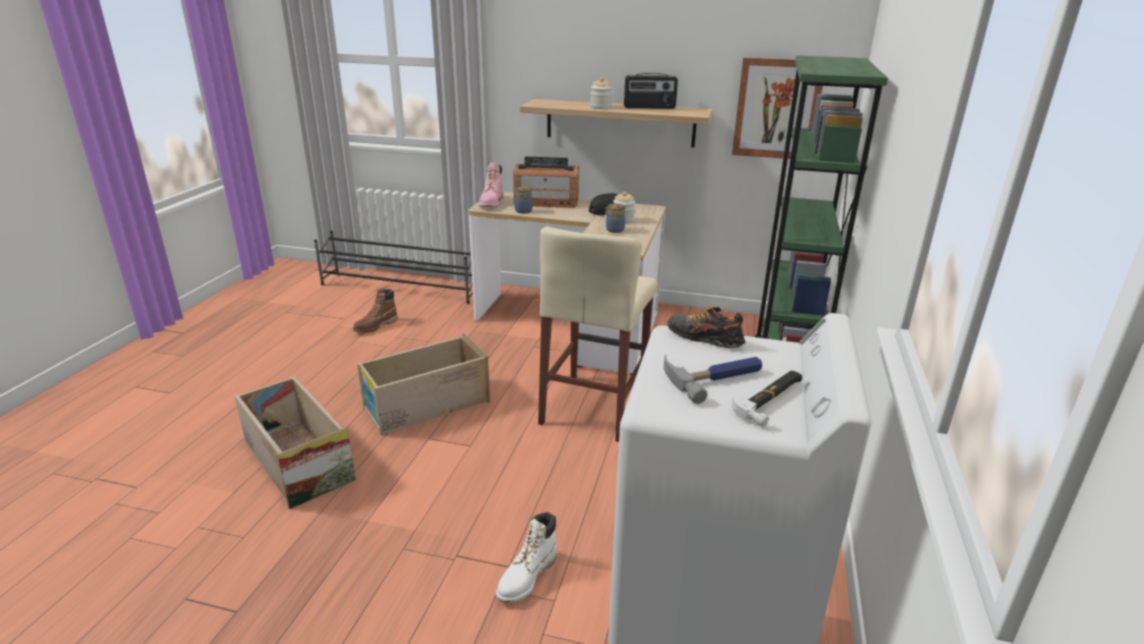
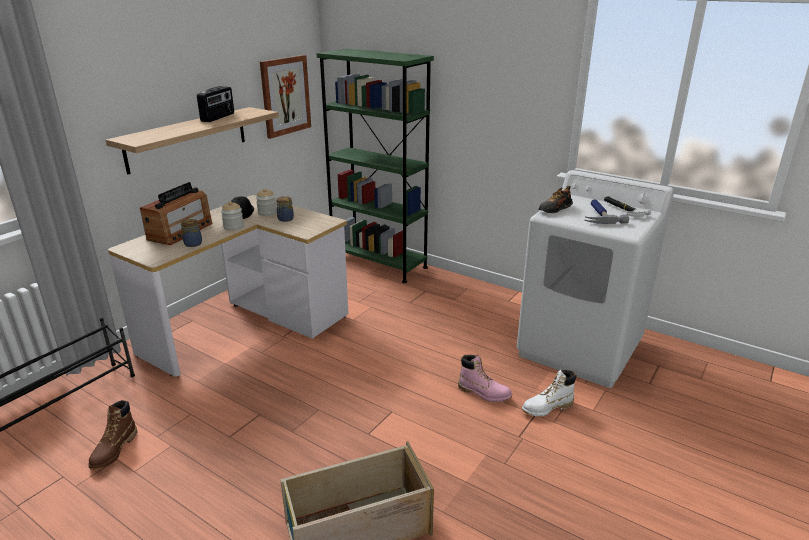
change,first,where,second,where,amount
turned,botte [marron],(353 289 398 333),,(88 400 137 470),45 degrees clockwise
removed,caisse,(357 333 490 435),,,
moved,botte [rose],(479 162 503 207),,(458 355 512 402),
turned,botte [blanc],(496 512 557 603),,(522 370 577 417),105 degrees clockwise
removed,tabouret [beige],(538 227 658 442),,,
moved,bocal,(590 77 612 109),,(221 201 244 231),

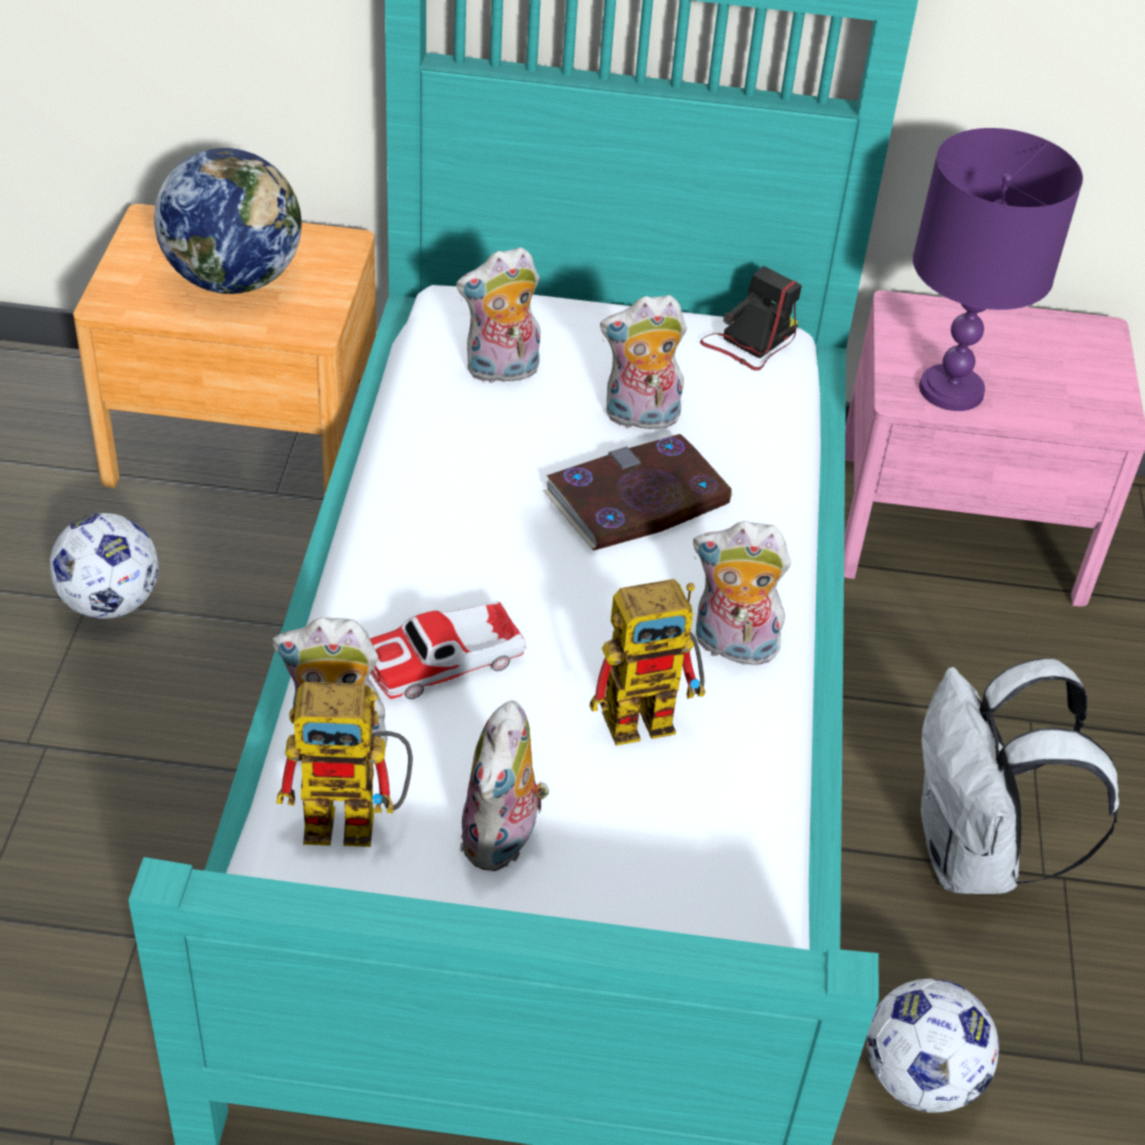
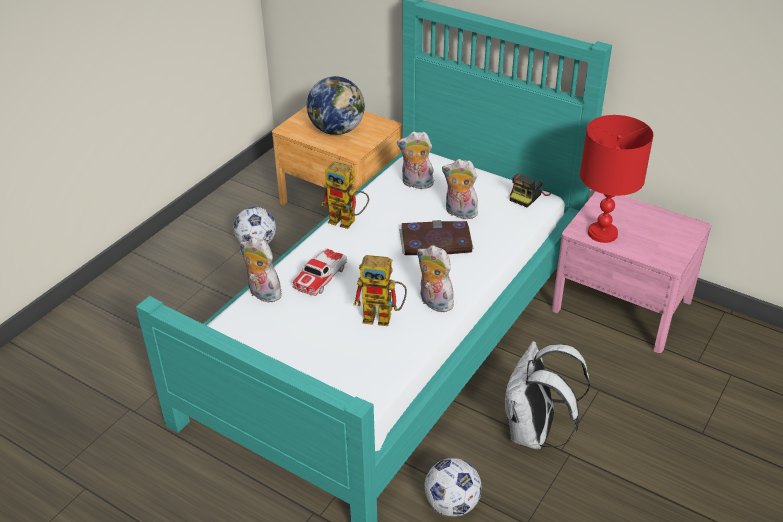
change,first,where,second,where,amount
moved,robot jouet,(276 682 413 847),,(321 161 369 229),
turned,petite voiture,(370 600 526 699),,(293 249 347 296),60 degrees counterclockwise
removed,peluche,(460 700 549 871),,,
turned,appareil photo,(700 266 802 371),,(510 174 551 207),150 degrees clockwise
recoloured,lampe de table [violet],(913 128 1083 411),lampe de table [rouge],(580 115 653 243),

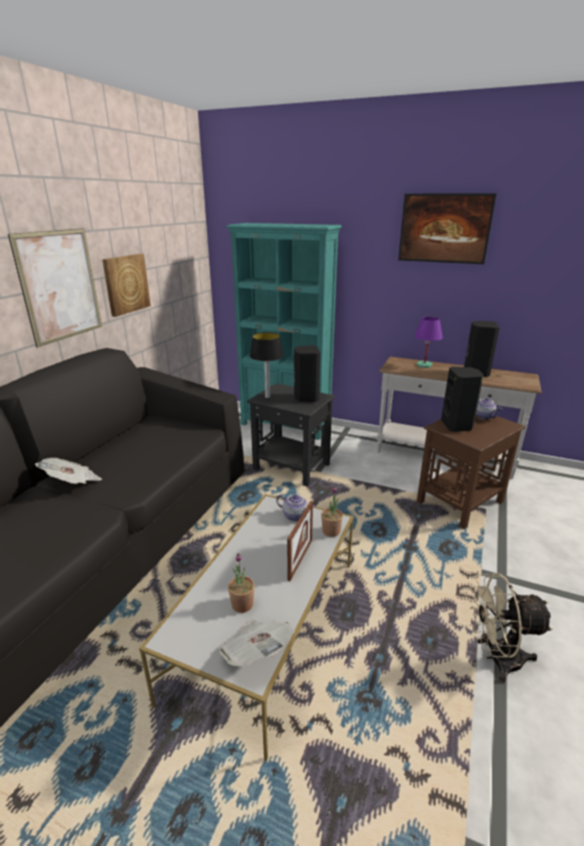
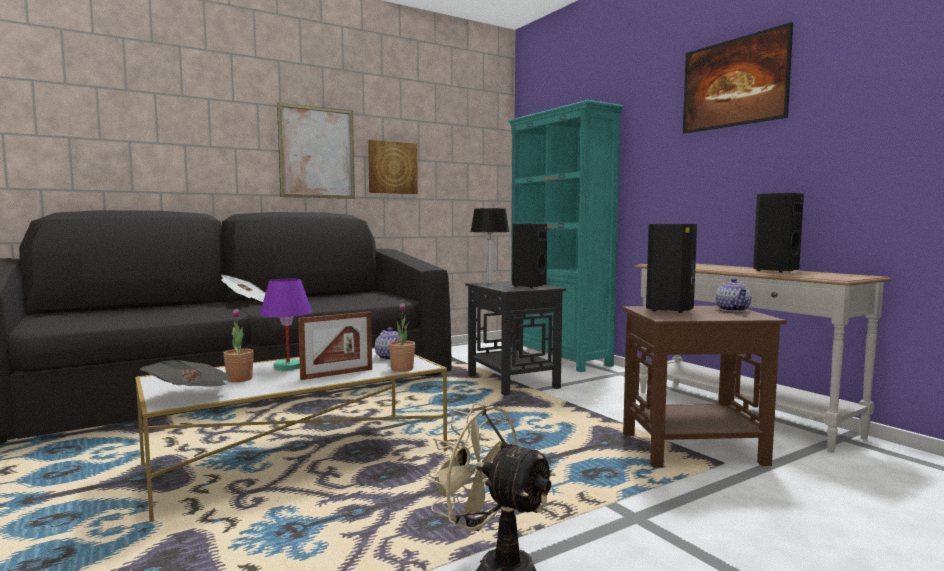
change,first,where,second,where,amount
moved,lampe de table [violet],(414 317 443 368),,(260 279 312 371),

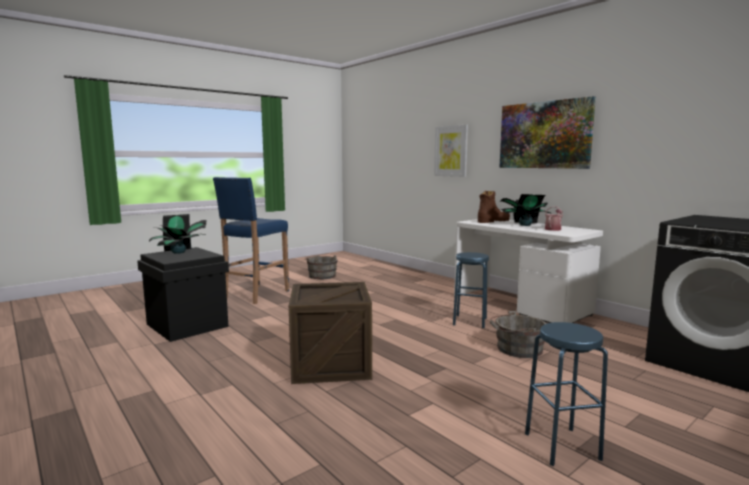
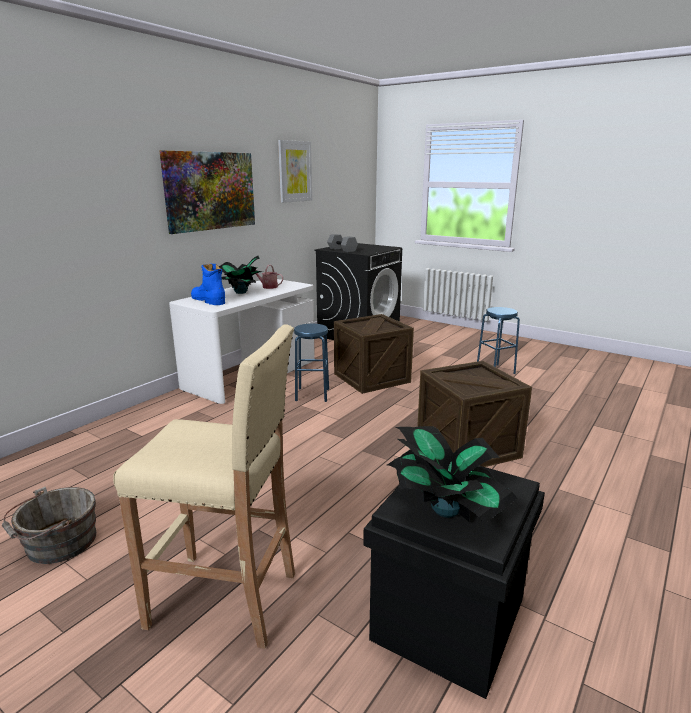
change,first,where,second,where,amount
recoloured,tabouret [bleu],(213 177 289 304),tabouret [beige],(113 324 295 649),
moved,tableau,(434 125 468 177),,(278 140 312 203),
recoloured,botte [marron],(478 191 510 223),botte [bleu],(191 264 225 305),
replaced,seau [gris],(490 311 547 358),caisse,(334 314 414 394),
added,,,haltère [gris],(327 234 358 253),

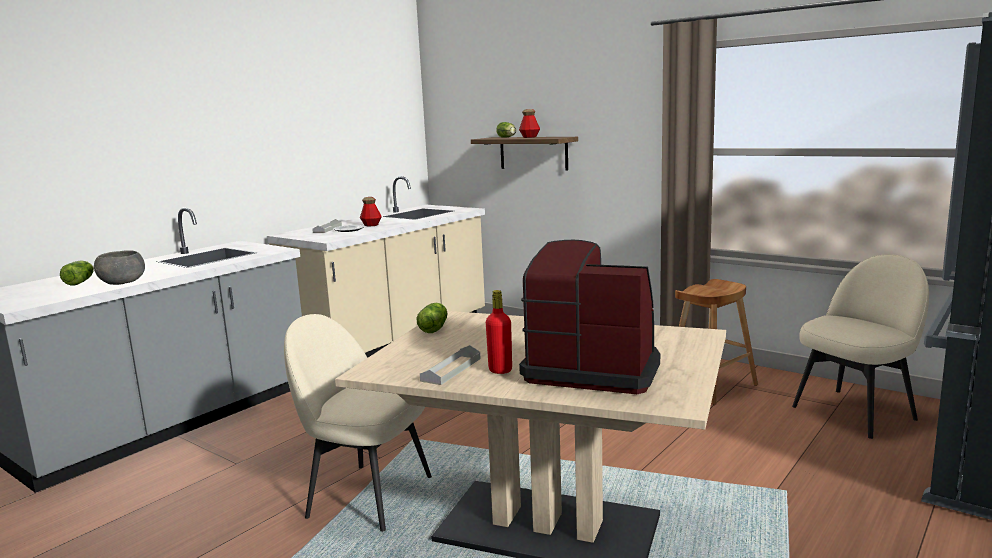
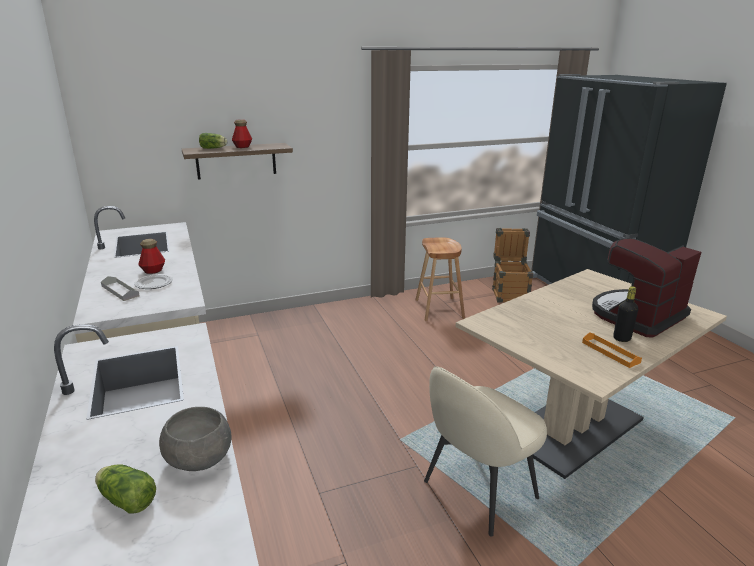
change,first,where,second,where,amount
removed,laitue,(416 303 447 333),,,
recoloured,plateau [gris],(420 345 481 385),plateau [orange],(582 332 642 368),
recoloured,bouteille [rouge],(486 290 512 374),bouteille [noir],(613 286 638 342),
replaced,chaise [beige],(792 254 929 439),caisse,(492 228 533 303),

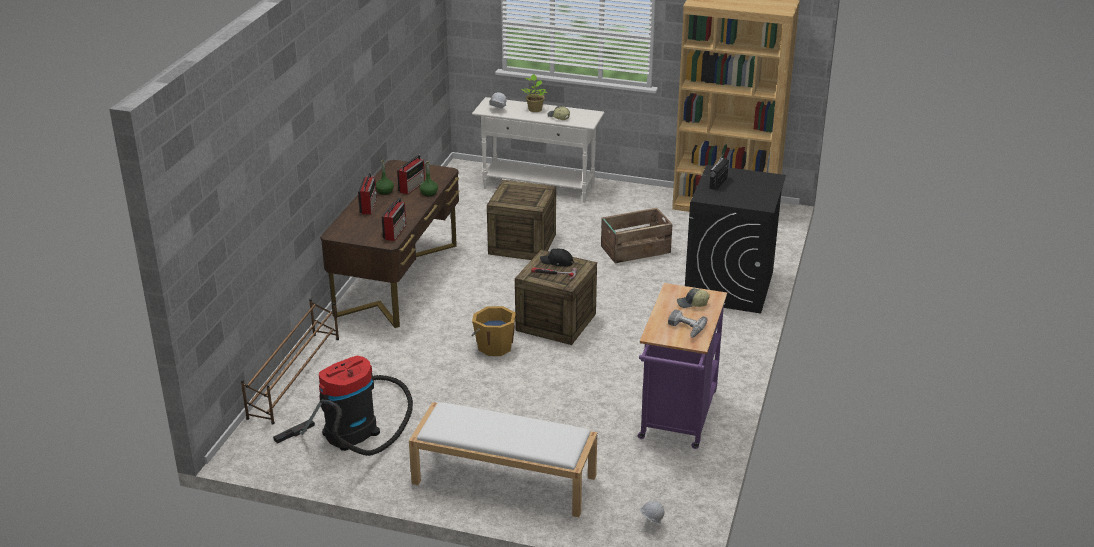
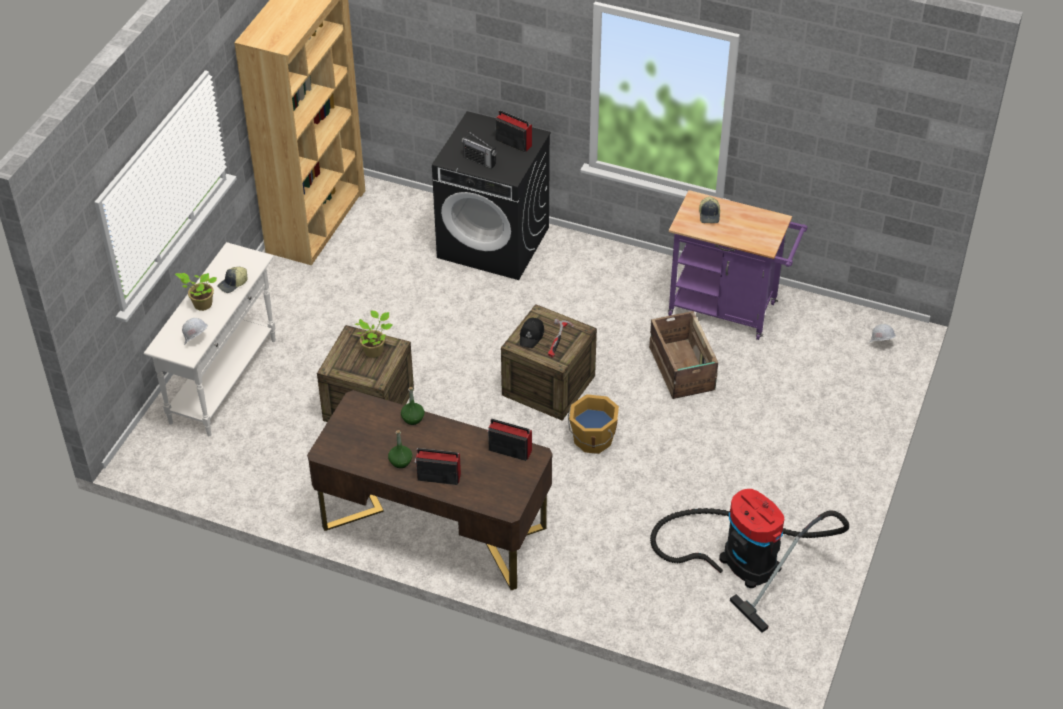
change,first,where,second,where,amount
removed,étagère à chaussures [marron],(241 299 339 425),,,
moved,radio,(397 155 425 195),,(495 110 532 152),
removed,banc [blanc],(409 402 598 517),,,
moved,caisse,(601 208 672 264),,(649 311 718 399),
removed,perceuse,(668 309 707 338),,,
added,,,plante en pot,(355 311 392 358),

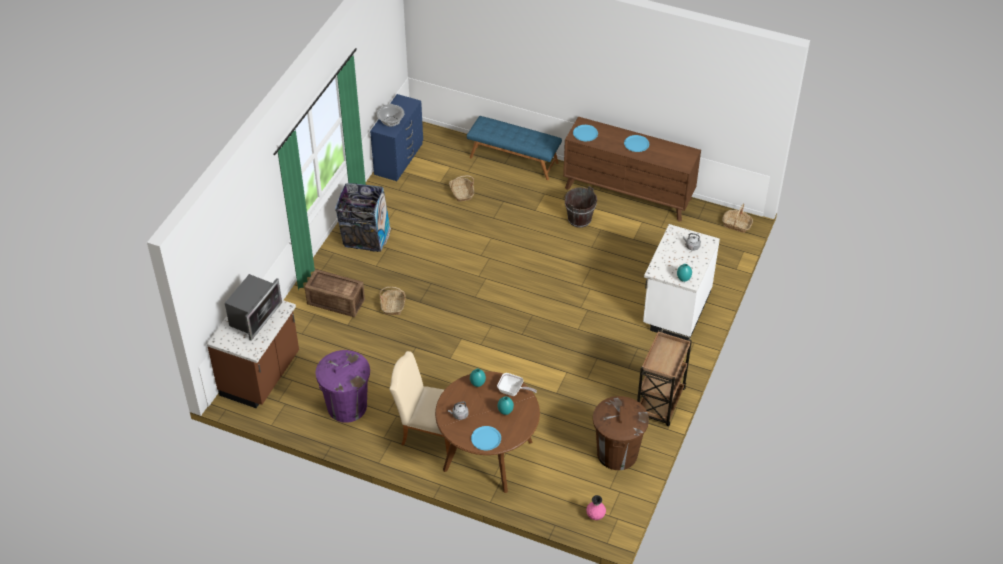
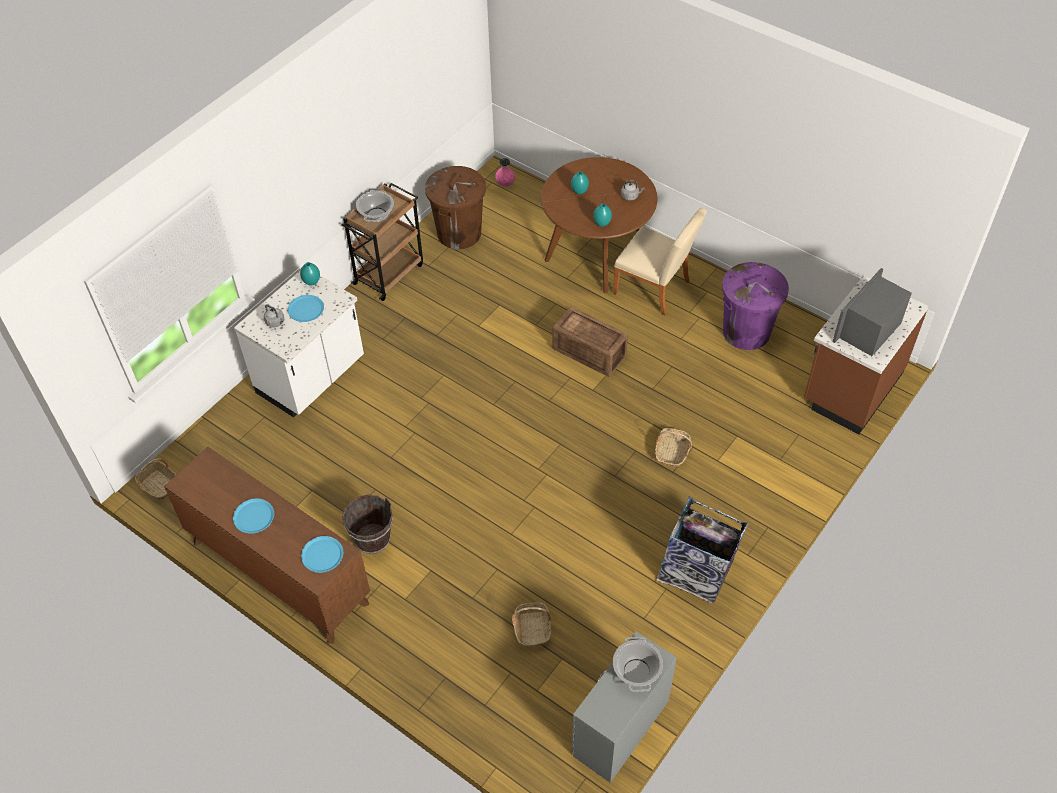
change,first,where,second,where,amount
moved,caisse,(305 269 365 317),,(552 307 628 377),
recoloured,commode [bleu],(370 94 423 181),commode [gris],(572 631 677 783),
removed,banc [bleu],(467 116 562 180),,,
moved,assiette [bleu],(471 426 501 450),,(288 295 324 322),
removed,poêle,(497 373 537 396),,,
added,,,marmite,(356 190 394 222),

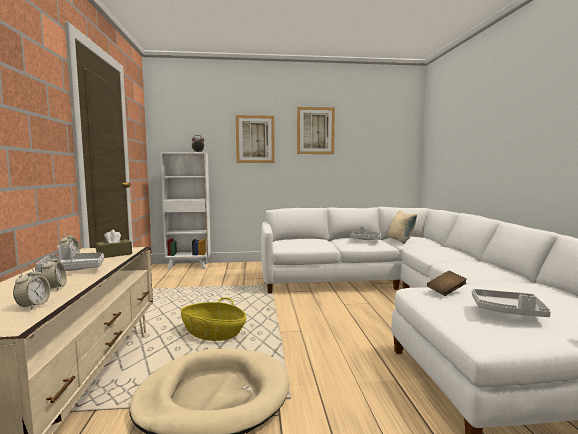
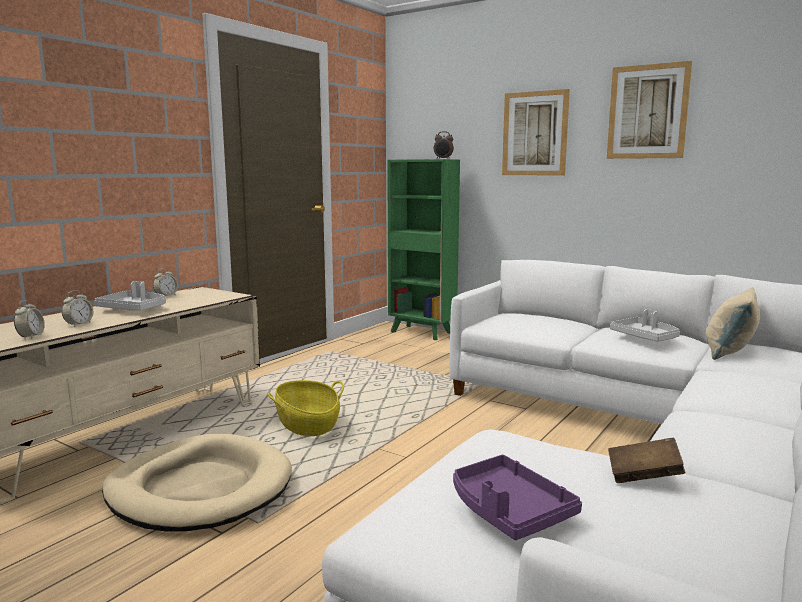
change,first,where,second,where,amount
turned,réveil,(13 267 50 310),,(14 300 45 339),45 degrees counterclockwise
removed,boîte à mouchoirs [marron],(96 230 132 258),,,
recoloured,bibliothèque [blanc],(160 152 211 270),bibliothèque [vert],(387 159 460 340),
moved,livre [marron],(427 271 467 296),,(608 437 685 483),
recoloured,plateau [gris],(472 289 551 317),plateau [violet],(453 455 582 540),

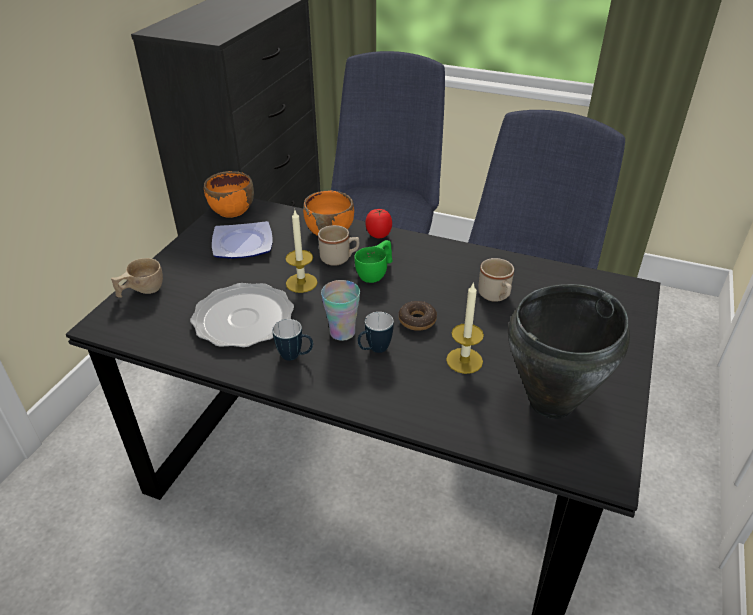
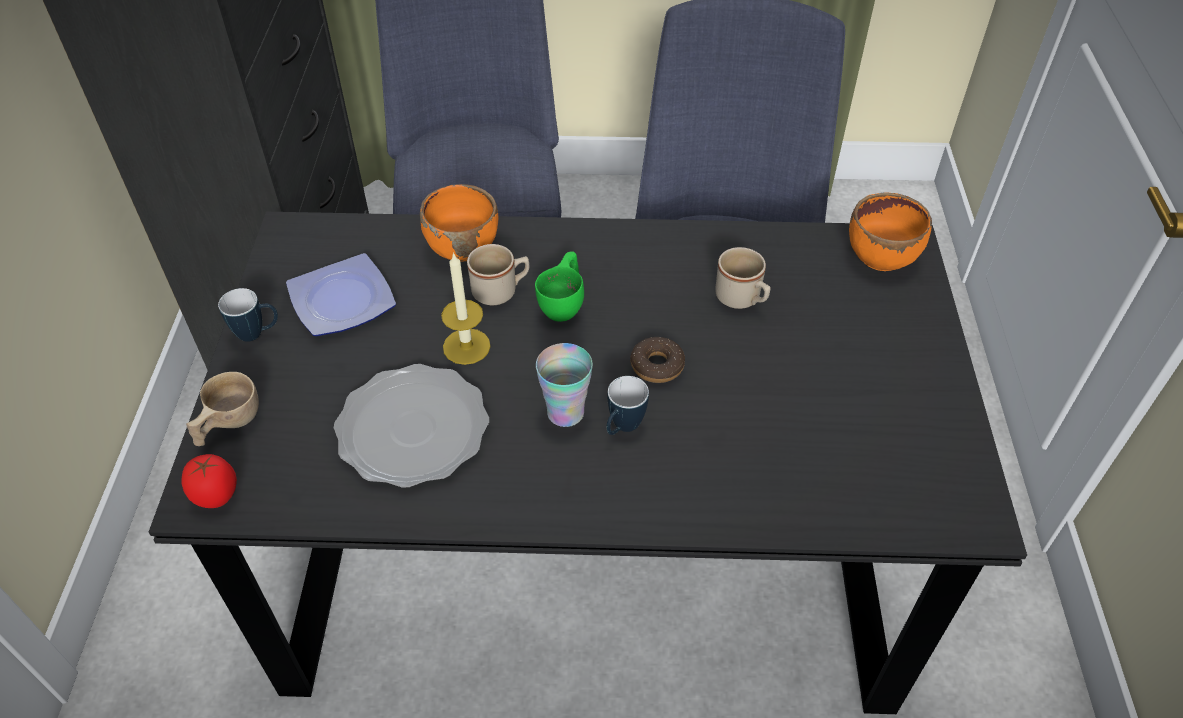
change,first,where,second,where,amount
moved,bol [orange],(204 171 254 218),,(849 192 932 271),
moved,mug,(272 319 313 361),,(218 288 278 342),
moved,tomate,(365 209 392 238),,(182 454 237 508),
removed,bougie,(446 282 484 374),,,
removed,marmite [noir],(508 284 630 419),,,

